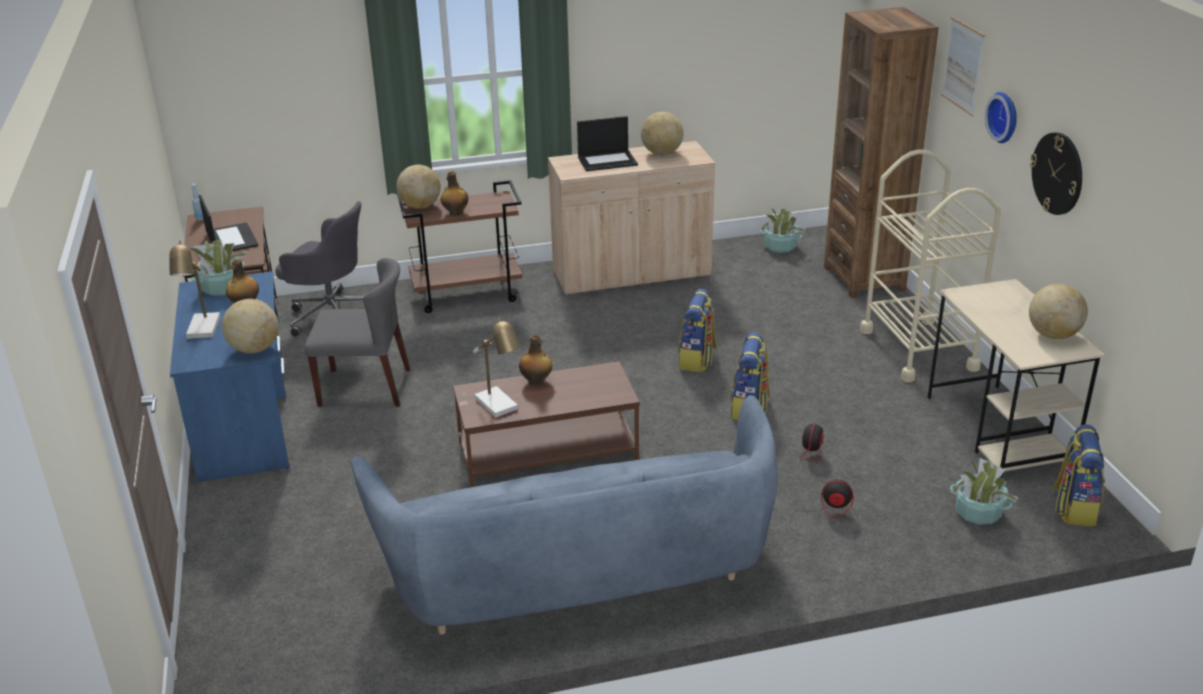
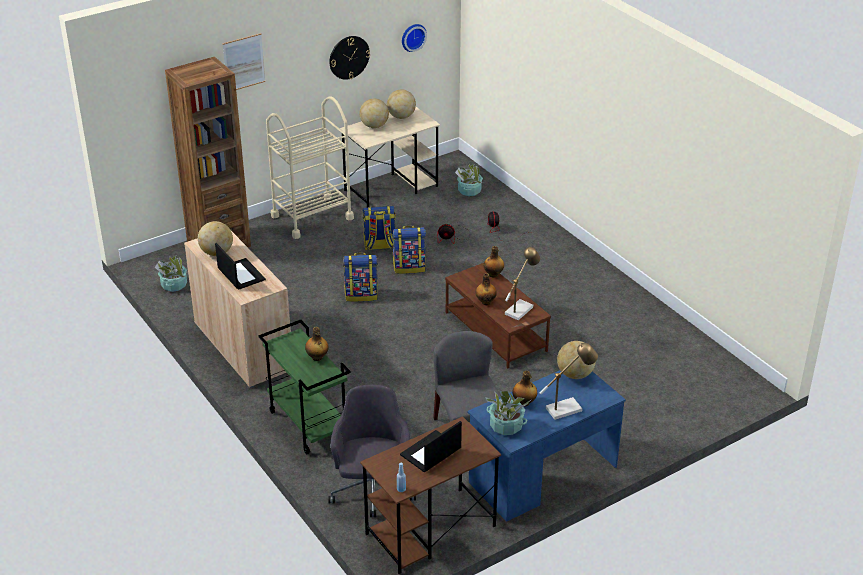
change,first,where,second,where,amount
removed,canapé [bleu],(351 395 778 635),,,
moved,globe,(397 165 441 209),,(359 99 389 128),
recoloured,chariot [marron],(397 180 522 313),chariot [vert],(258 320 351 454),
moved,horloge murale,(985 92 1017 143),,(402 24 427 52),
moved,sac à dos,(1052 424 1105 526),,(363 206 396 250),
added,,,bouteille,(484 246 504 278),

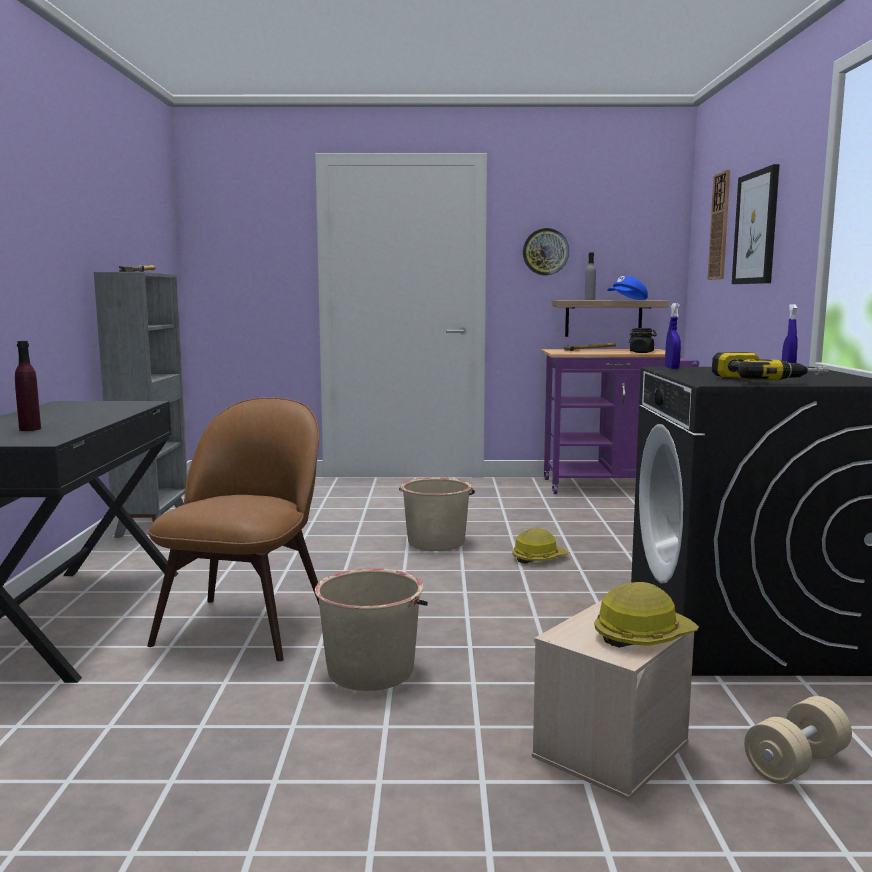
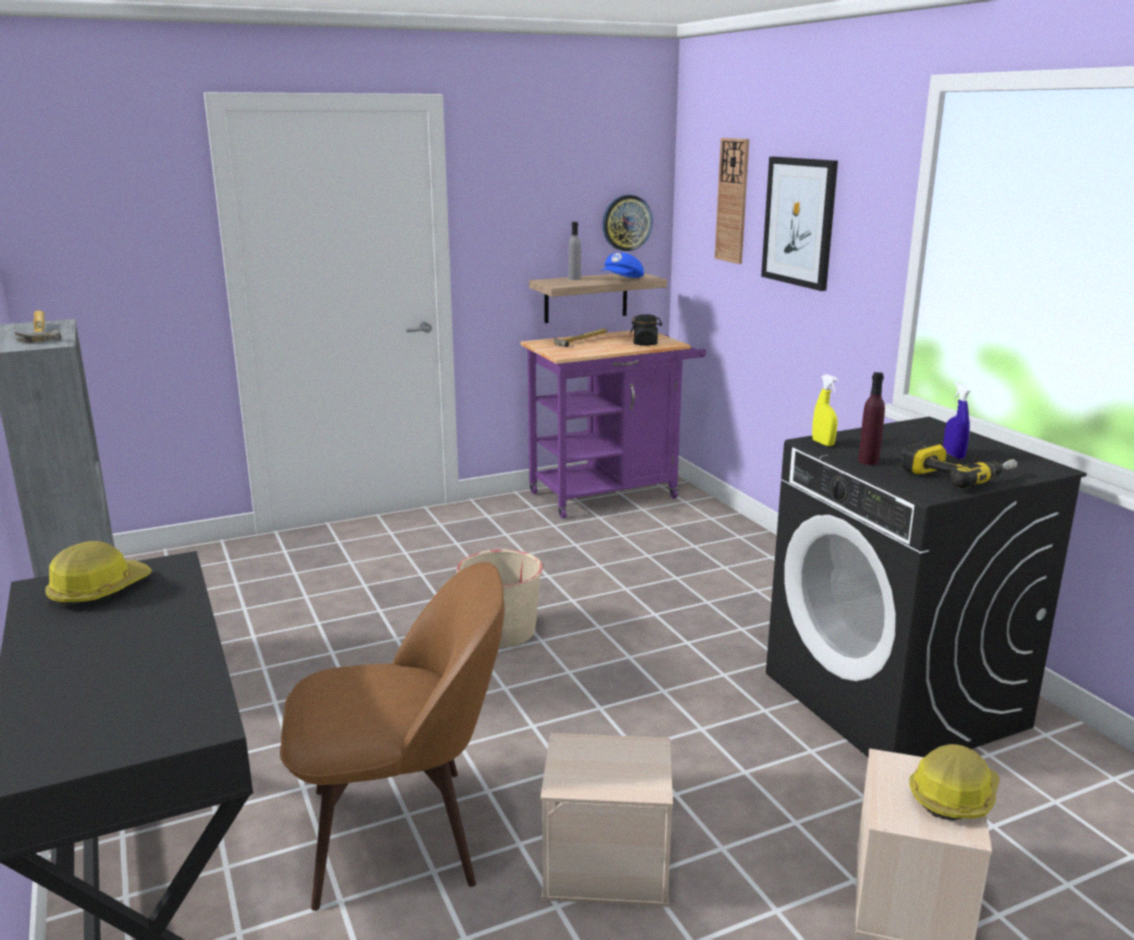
change,first,where,second,where,amount
moved,bouteille [violet],(15 341 41 431),,(858 372 885 465),
turned,chaise [marron],(147 397 319 661),,(280 562 505 911),90 degrees clockwise
replaced,seau [beige],(315 568 428 691),boîte de rangement [beige],(540 733 673 907),
moved,casque de chantier,(512 528 569 564),,(45 541 152 607),
moved,horloge murale,(523 228 569 275),,(602 195 653 251),
recoloured,vaporisateur [bleu],(665 303 681 369),vaporisateur [jaune],(812 374 839 446),
removed,haltère [beige],(744 696 852 784),,,

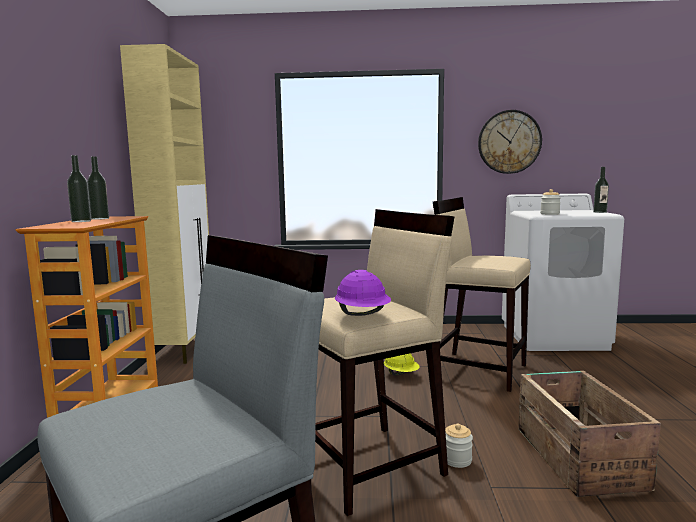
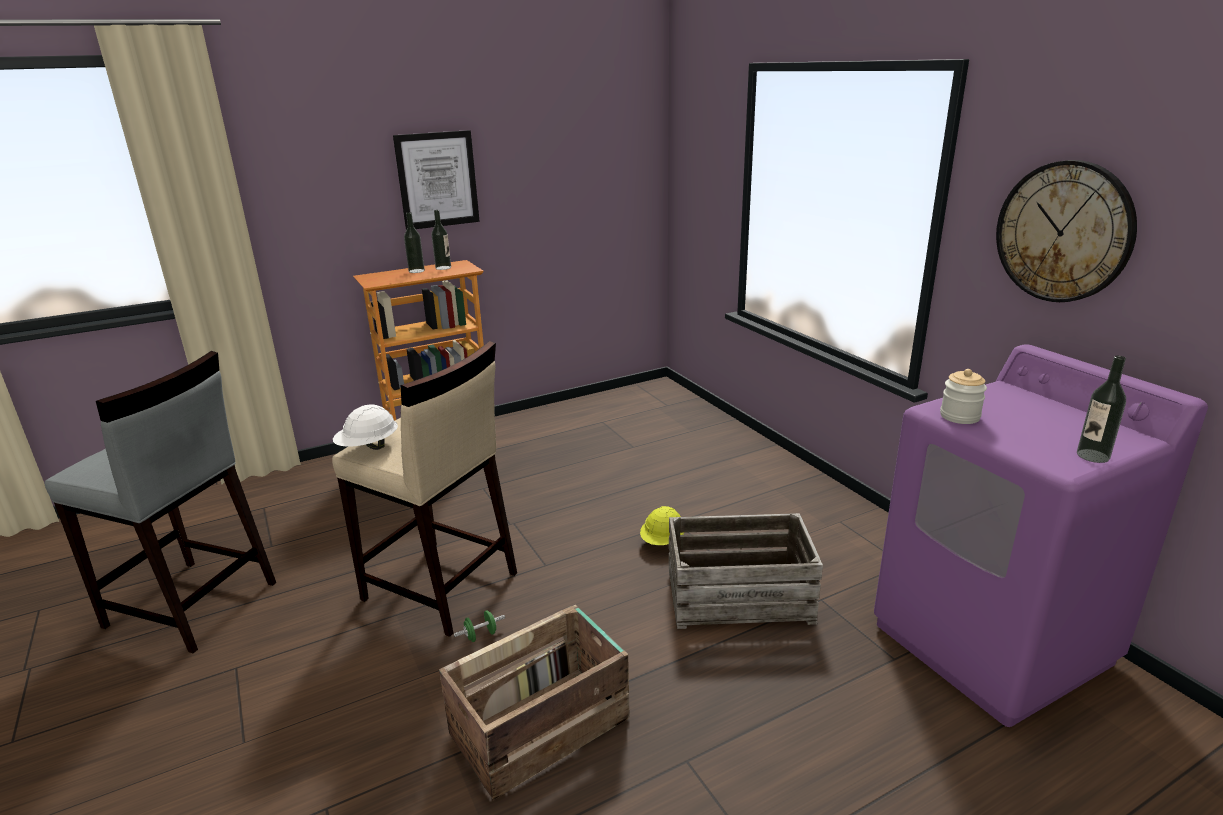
change,first,where,second,where,amount
removed,meuble de rangement [beige],(120 44 209 364),,,
recoloured,casque de chantier [violet],(335 270 391 316),casque de chantier [blanc],(333 404 398 450),
replaced,tabouret [beige],(433 197 531 392),caisse,(669 513 823 629),
replaced,bocal,(445 424 473 468),haltère [vert],(454 610 505 642),
recoloured,lave-linge [blanc],(502 194 624 351),lave-linge [violet],(874 344 1208 727),
added,,,tableau,(393 130 480 230),

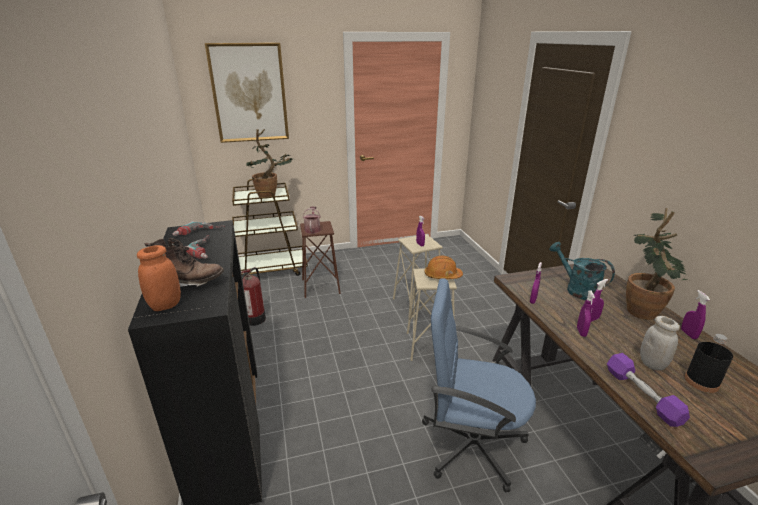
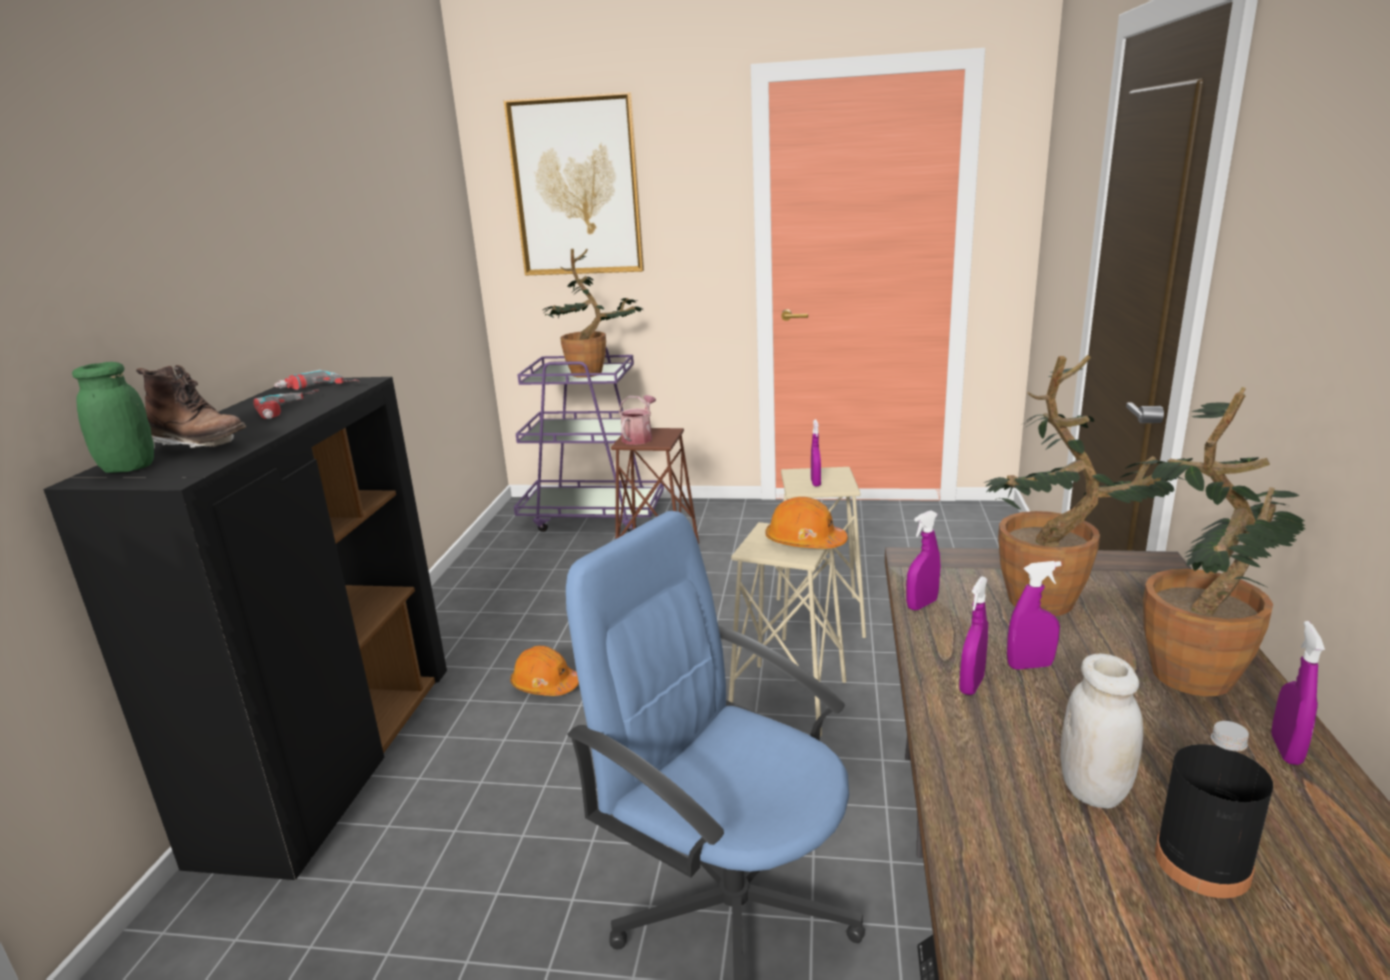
change,first,where,second,where,amount
recoloured,bocal [orange],(137 245 181 311),bocal [vert],(72 362 154 473),
recoloured,chariot [marron],(232 179 308 276),chariot [violet],(514 347 664 532),
removed,extincteur,(241 267 266 326),,,
replaced,arrosoir [turquoise],(549 242 615 300),plante en pot,(984 355 1185 616),
removed,haltère [violet],(607 353 690 427),,,
added,,,casque de chantier [orange],(510 646 579 696),

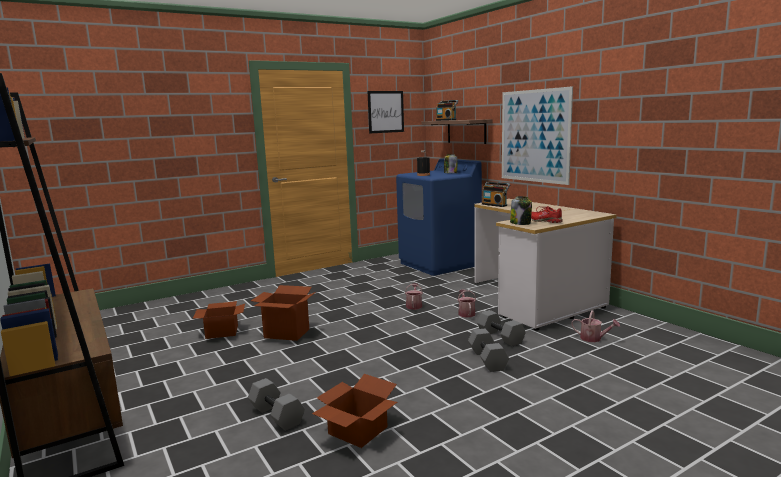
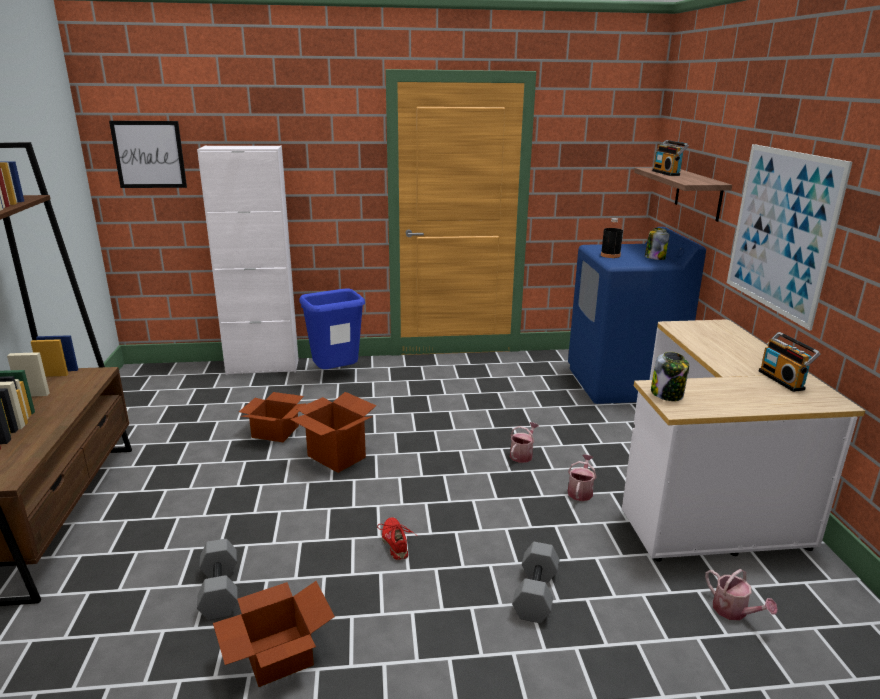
change,first,where,second,where,amount
moved,tableau,(367 91 404 133),,(109 121 187 188),
removed,haltère [gris],(477 310 526 346),,,
moved,radio,(482 182 510 207),,(759 332 820 392),
moved,chaussure [rouge],(531 206 563 223),,(377 517 416 560),
added,,,meuble de rangement [blanc],(197 146 299 375),
added,,,poubelle [bleu],(299 288 365 369),

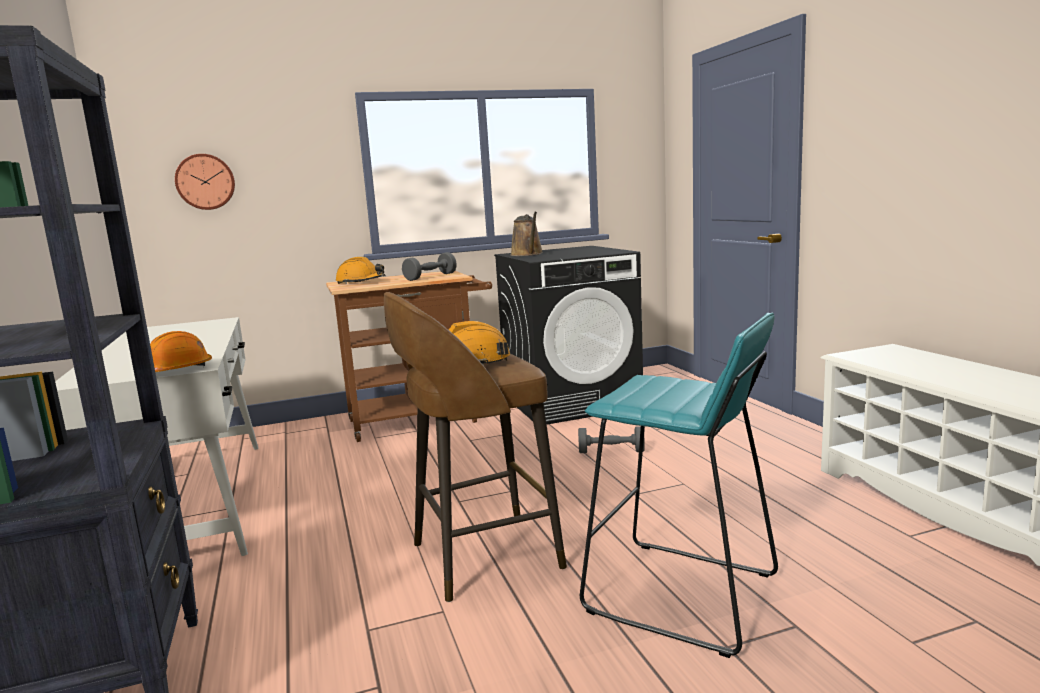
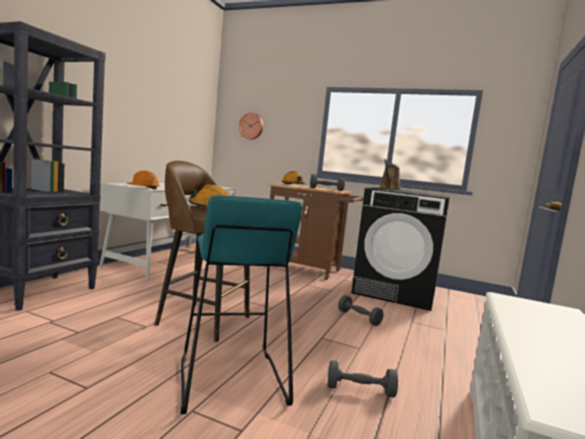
change,first,where,second,where,amount
added,,,haltère [gris],(328 360 398 398),

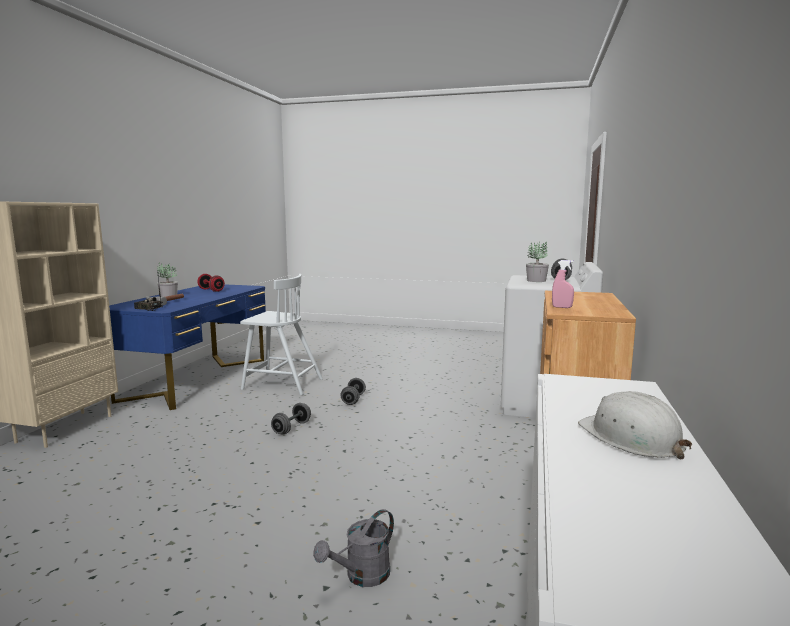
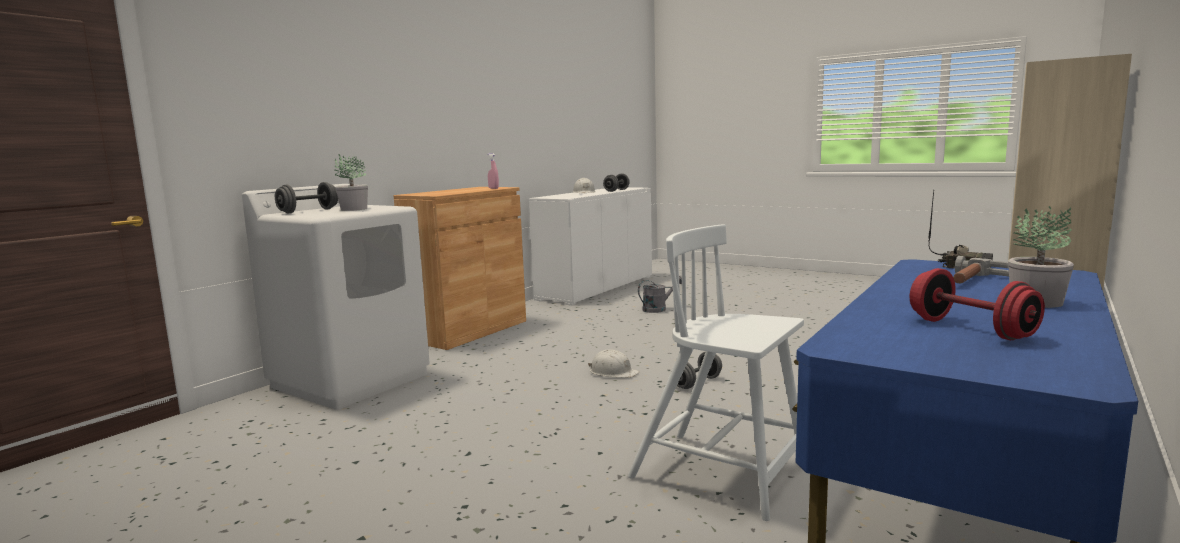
change,first,where,second,where,amount
moved,haltère [gris],(341 378 366 405),,(603 173 630 192),
added,,,casque de chantier [blanc],(588 349 639 378),

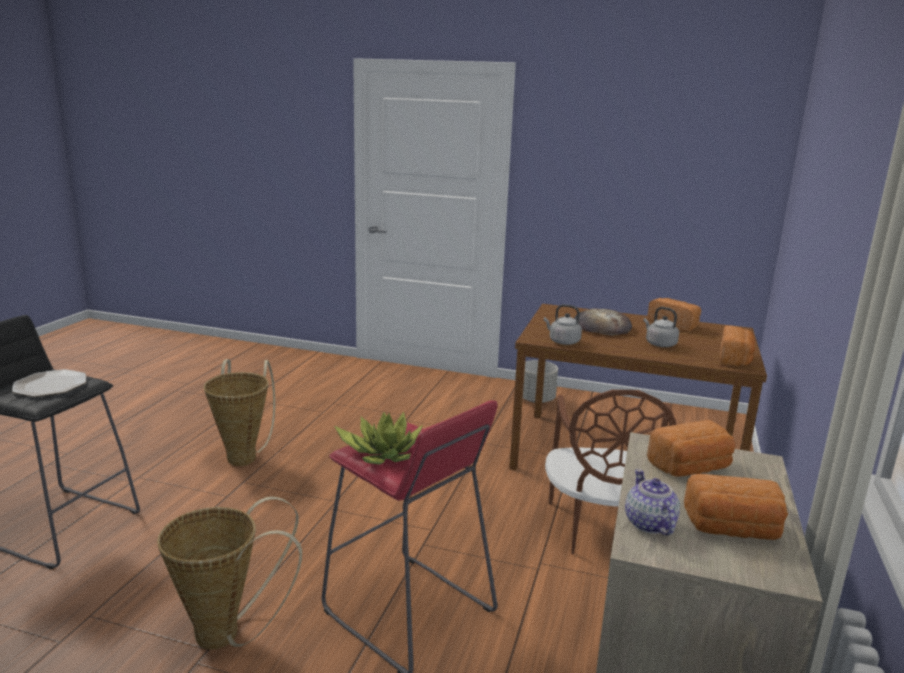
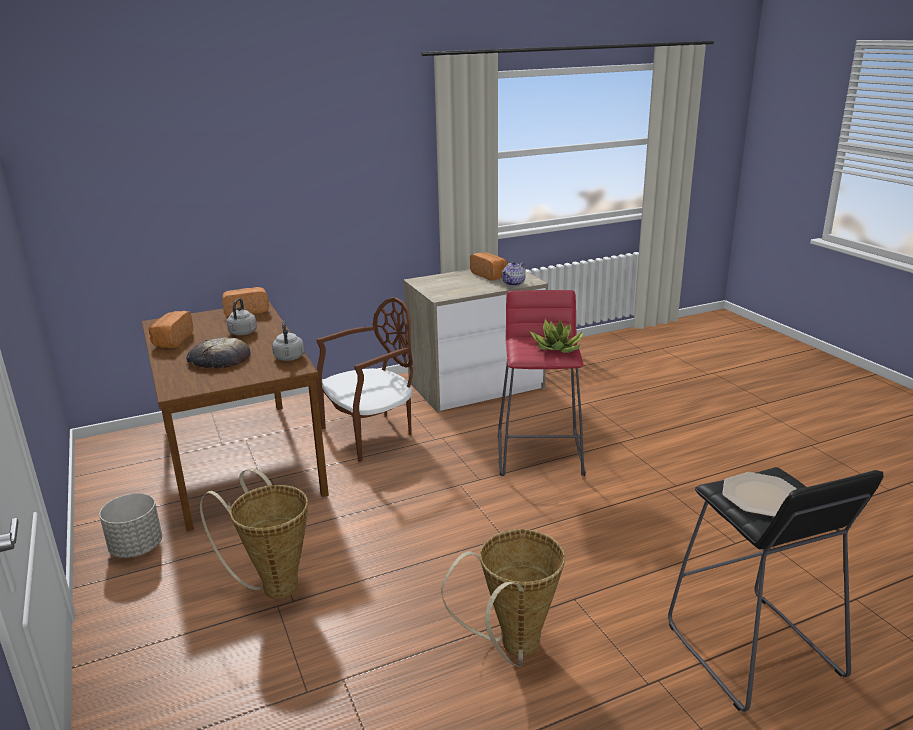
change,first,where,second,where,amount
moved,panier,(157 496 302 650),,(200 469 308 599),
removed,pain,(647 420 735 477),,,

